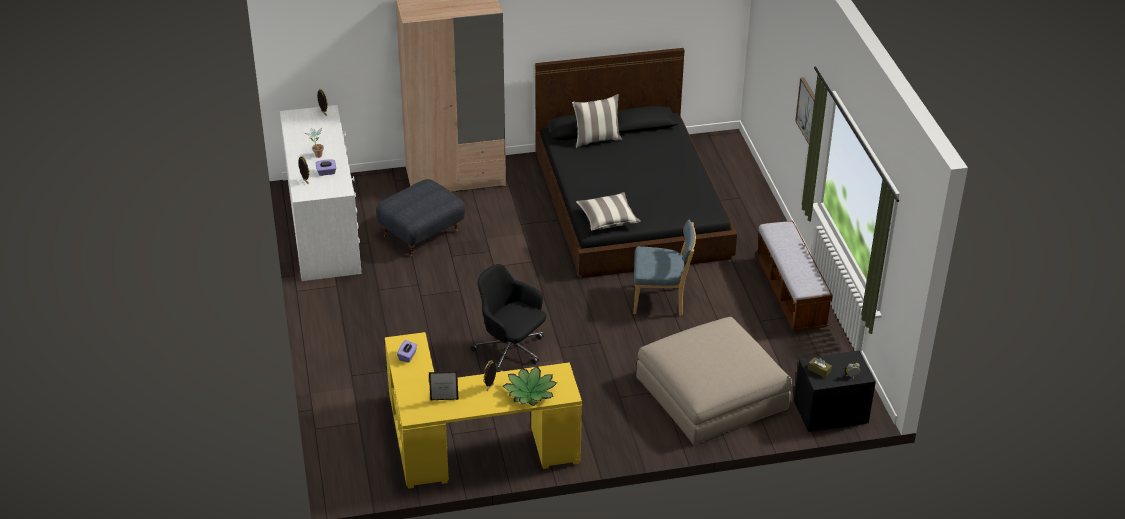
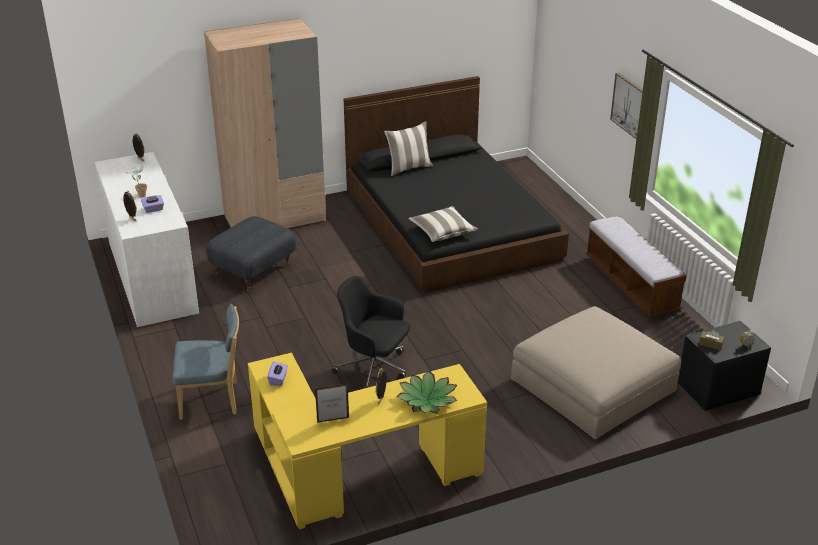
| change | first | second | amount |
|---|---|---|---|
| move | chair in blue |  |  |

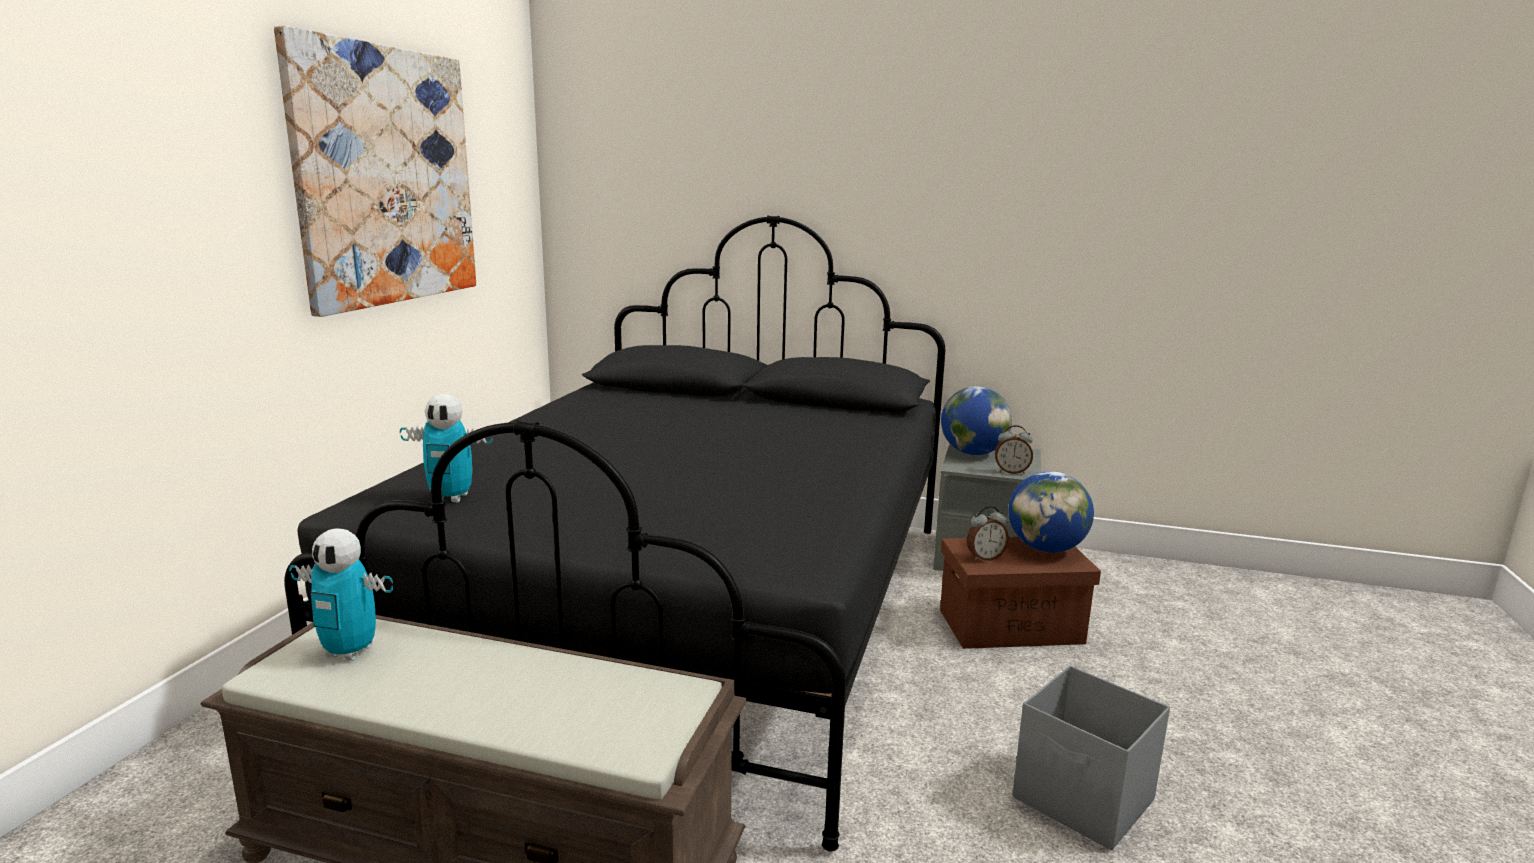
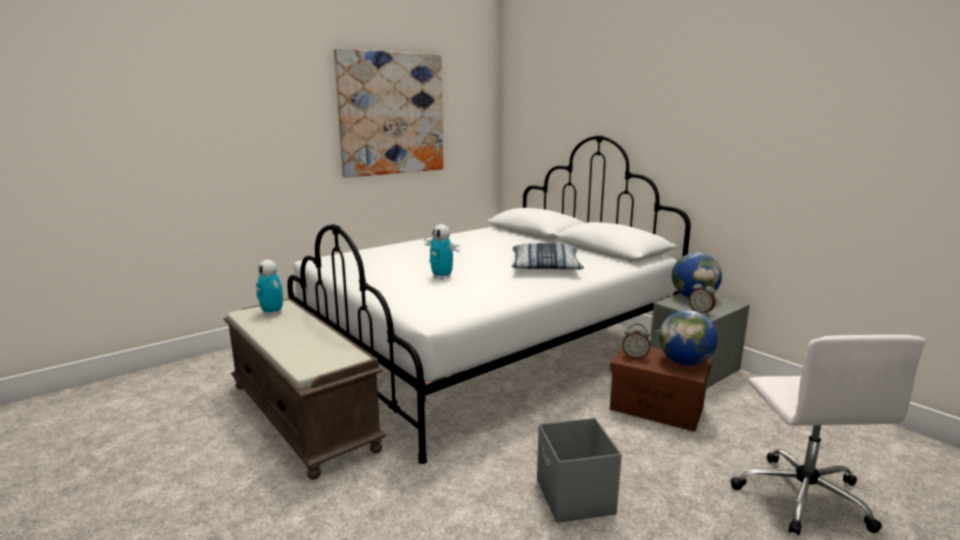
| change | first | second | amount |
|---|---|---|---|
| recolor | bedroom bed in black-coloured | bedroom bed in white |  |
| move | toy robot (2nd from left) |  |  |
| insert |  | pillow |  |
| insert |  | computer chair in white |  |

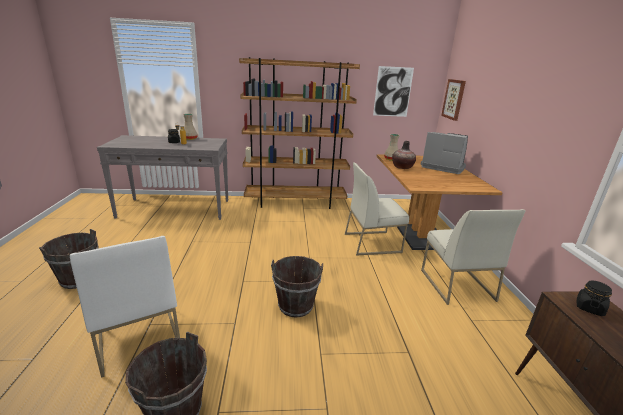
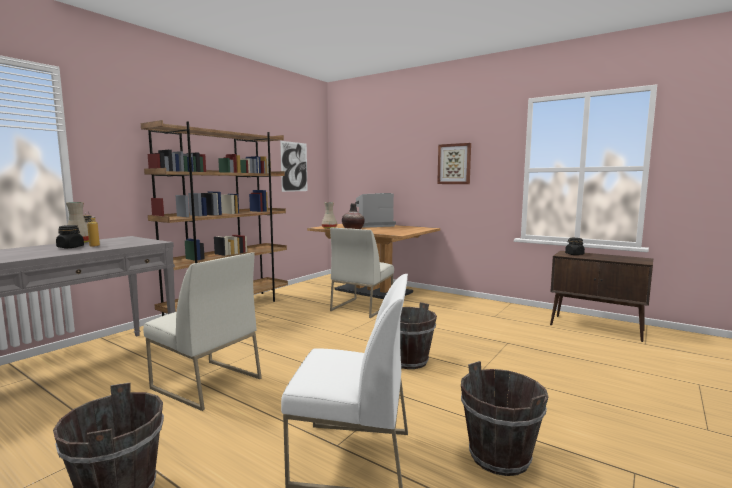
| change | first | second | amount |
|---|---|---|---|
| move | picture (2nd from left) |  |  |
| move | chair in white (3rd from left in the first image) | chair in white (1st from left) |  |

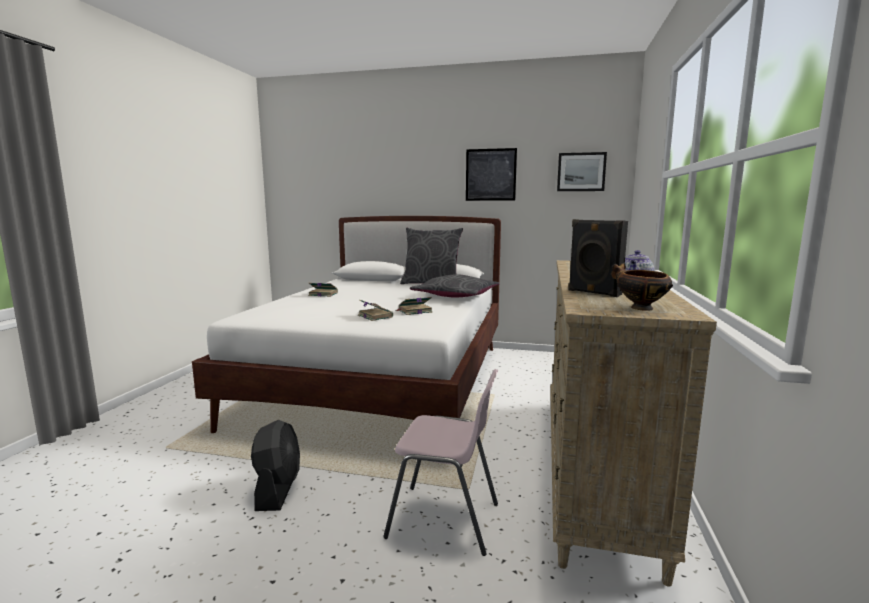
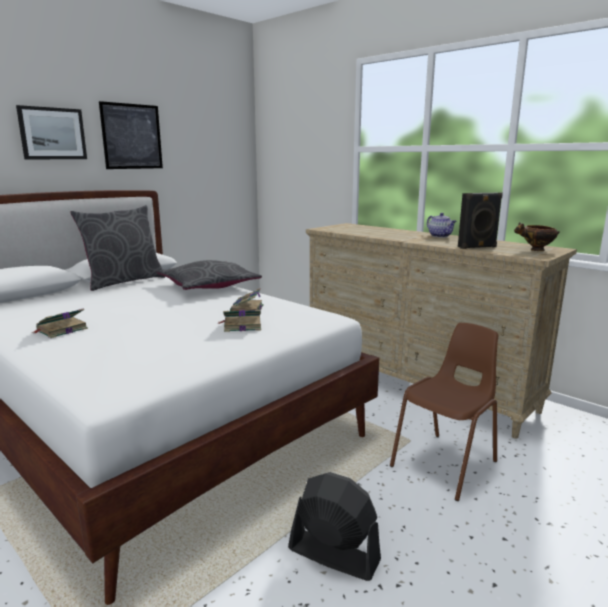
| change | first | second | amount |
|---|---|---|---|
| move | picture (2nd from left in the first image) | picture (1st from left) |  |
| recolor | chair in pink | chair in brownish |  |

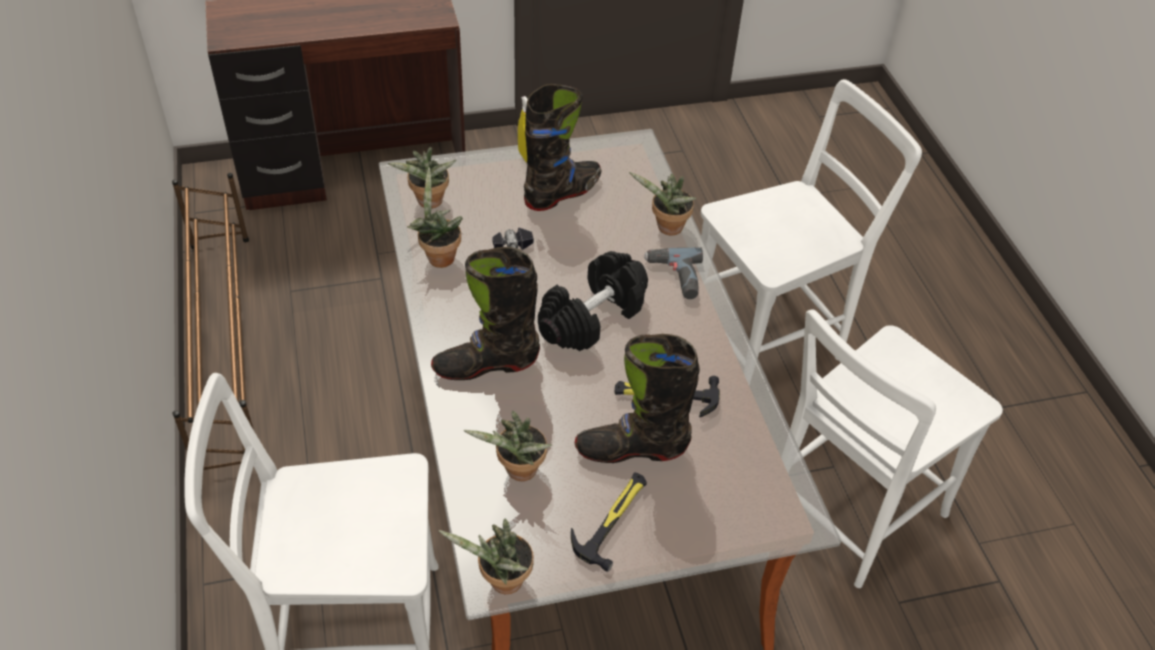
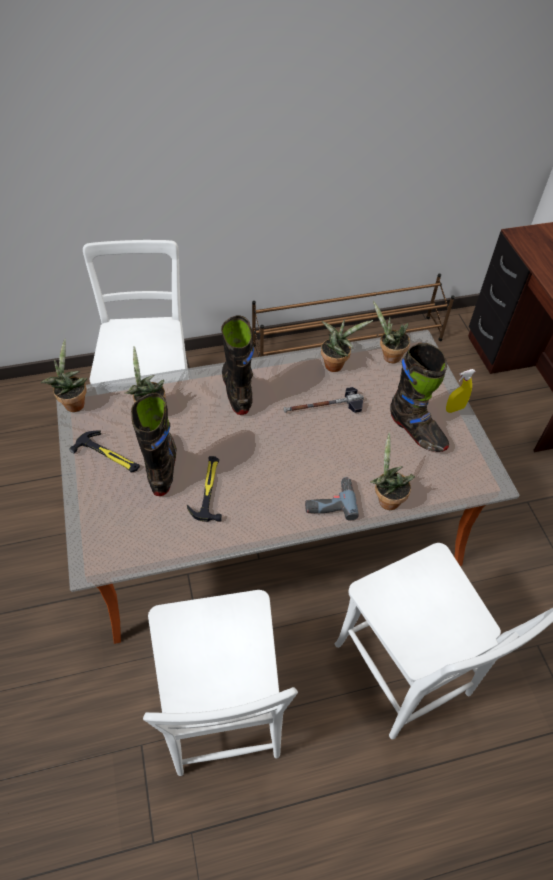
| change | first | second | amount |
|---|---|---|---|
| delete | free weight in black-coloured |  |  |
| rotate | chair in white (3rd from left in the first image) | chair in white (2nd from left) | 150 degrees counterclockwise |

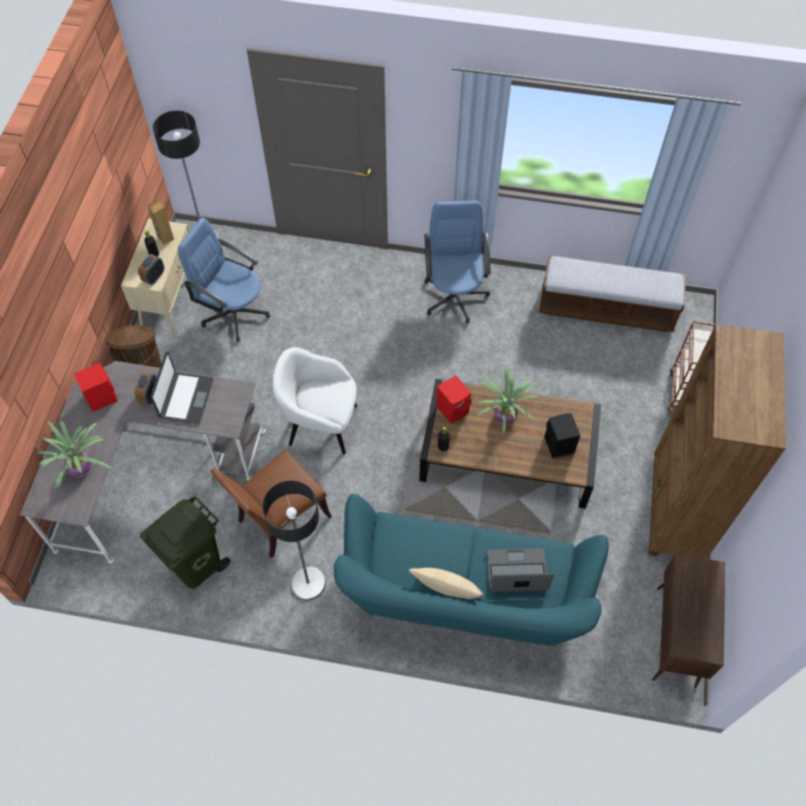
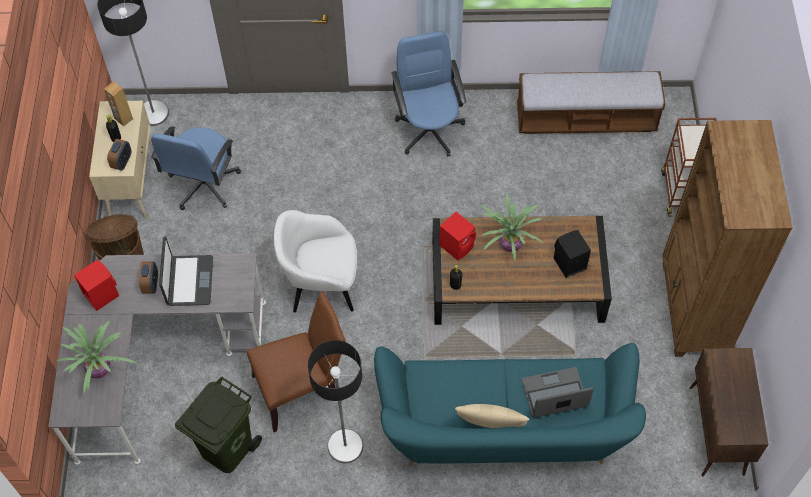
| change | first | second | amount |
|---|---|---|---|
| rotate | computer chair in blue (1st from left) |  | 90 degrees counterclockwise |
| rotate | chair in brownish |  | 150 degrees counterclockwise |

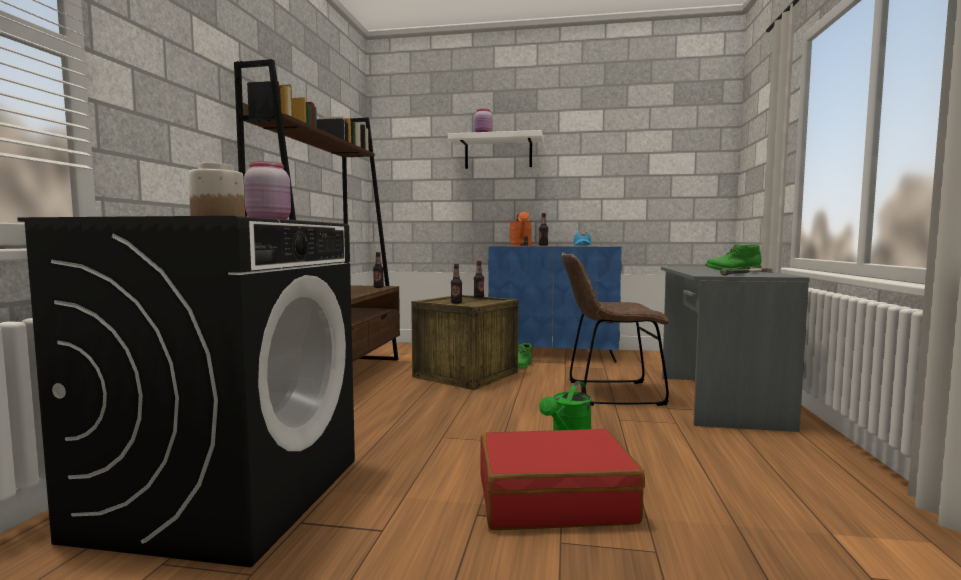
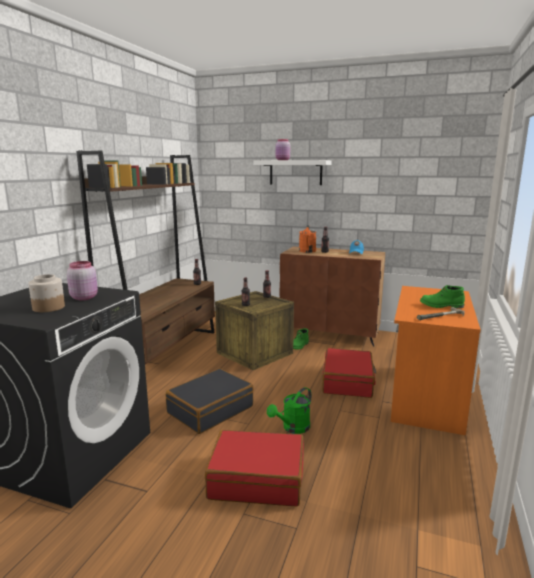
| change | first | second | amount |
|---|---|---|---|
| recolor | cabinet in blue | cabinet in brownish |  |
| replace | chair in brownish | piece of luggage in red (2nd from left) |  |
| recolor | desk table in greyish | desk table in orange-coloured |  |
| insert |  | piece of luggage in black-coloured |  |

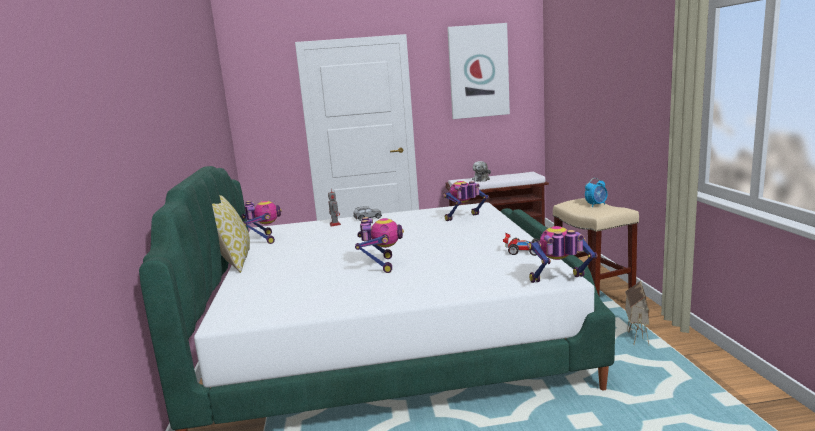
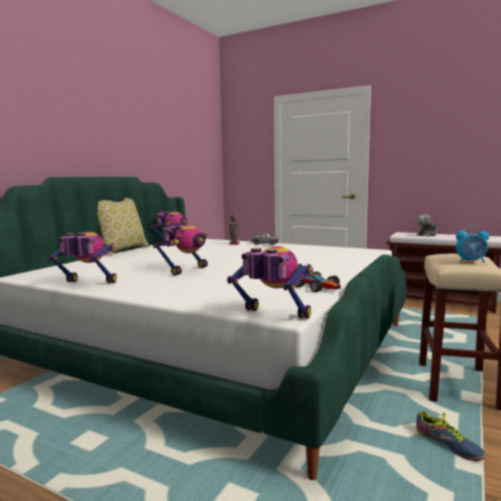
| change | first | second | amount |
|---|---|---|---|
| delete | picture |  |  |
| move | toy robot (4th from left in the first image) | toy robot (1st from left) |  |
| replace | miniature house | item of footwear |  |

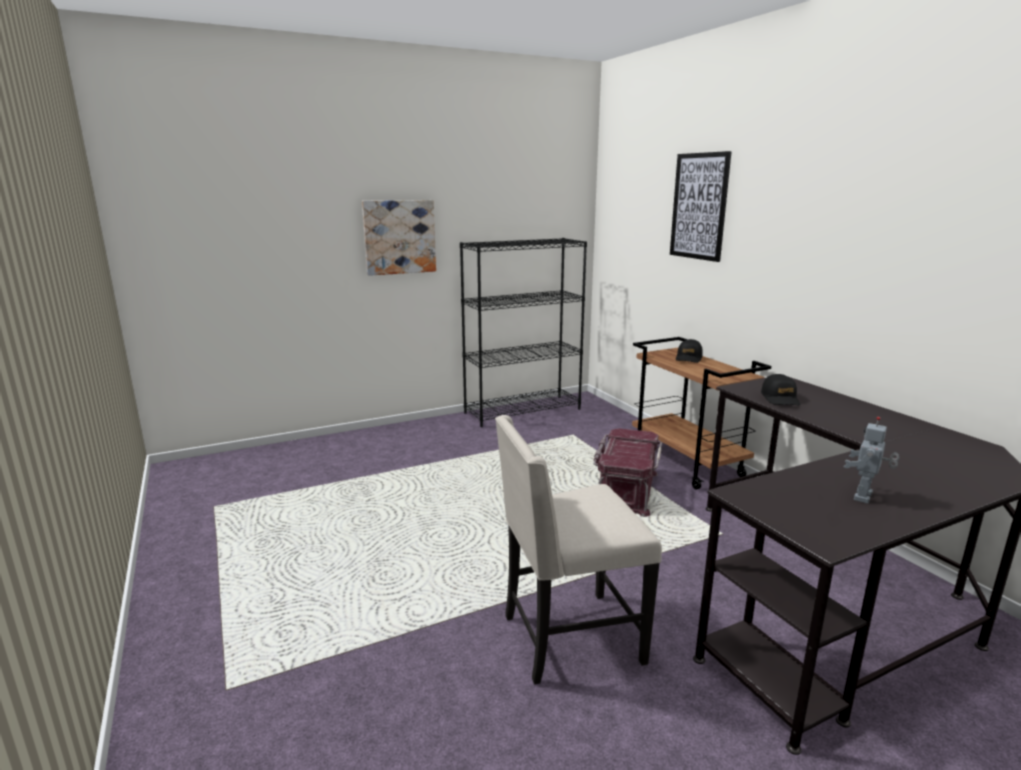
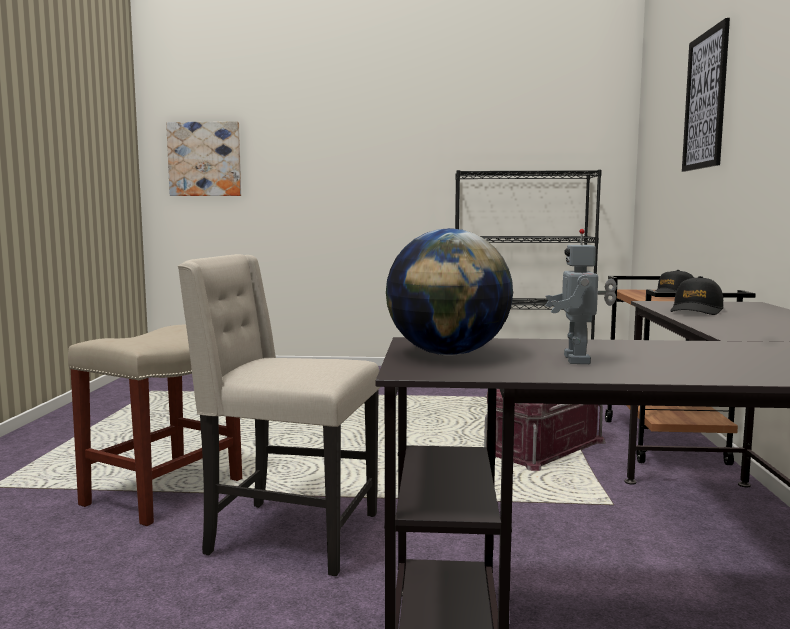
| change | first | second | amount |
|---|---|---|---|
| move | picture (1st from left) |  |  |
| rotate | toy robot |  | 60 degrees counterclockwise |
| insert |  | desk globe |  |
| insert |  | stool seat in beige |  |

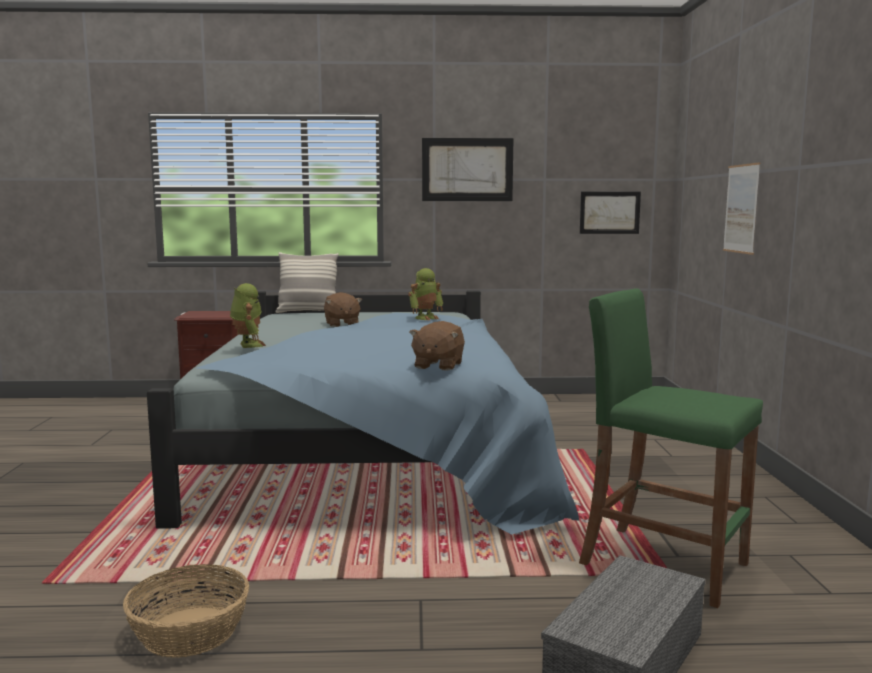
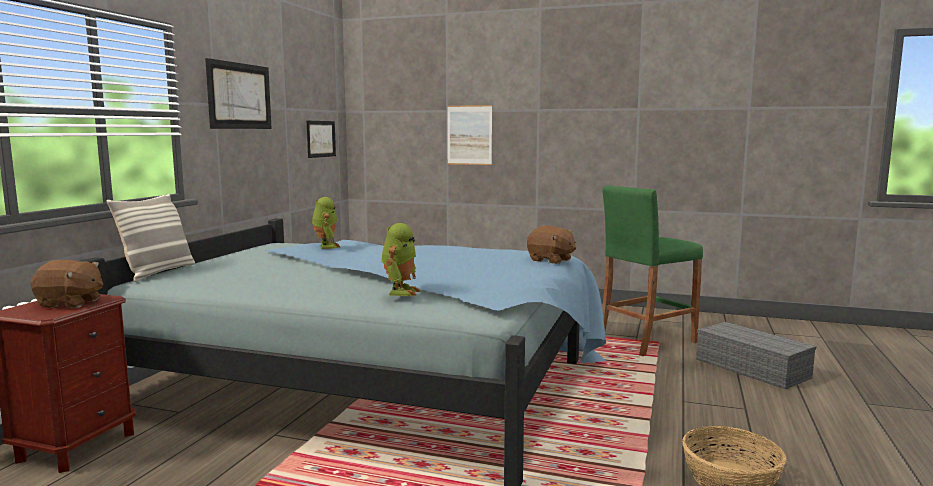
| change | first | second | amount |
|---|---|---|---|
| rotate | toy robot (1st from left in the first image) | toy robot (2nd from left) | 105 degrees clockwise |
| move | cuddly toy in brownish (1st from left) |  |  |

